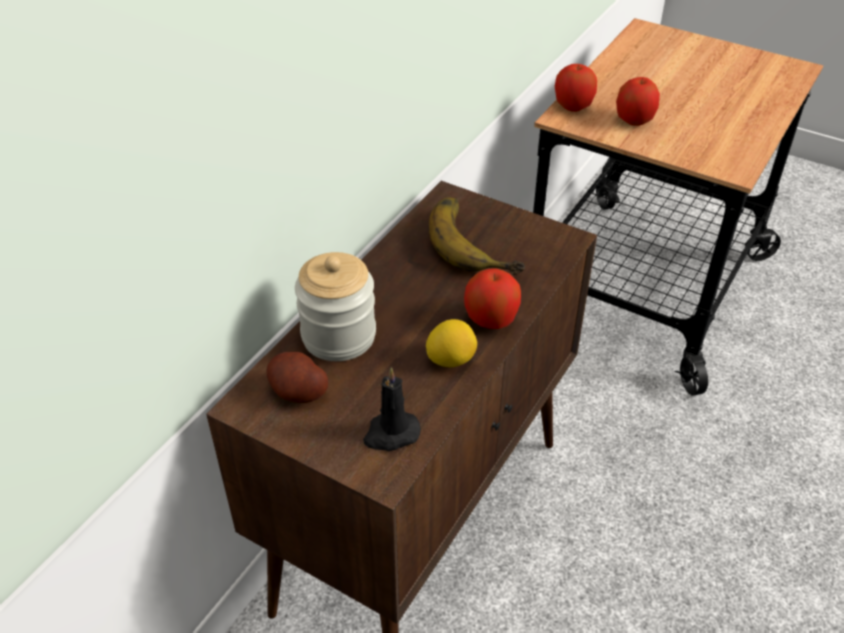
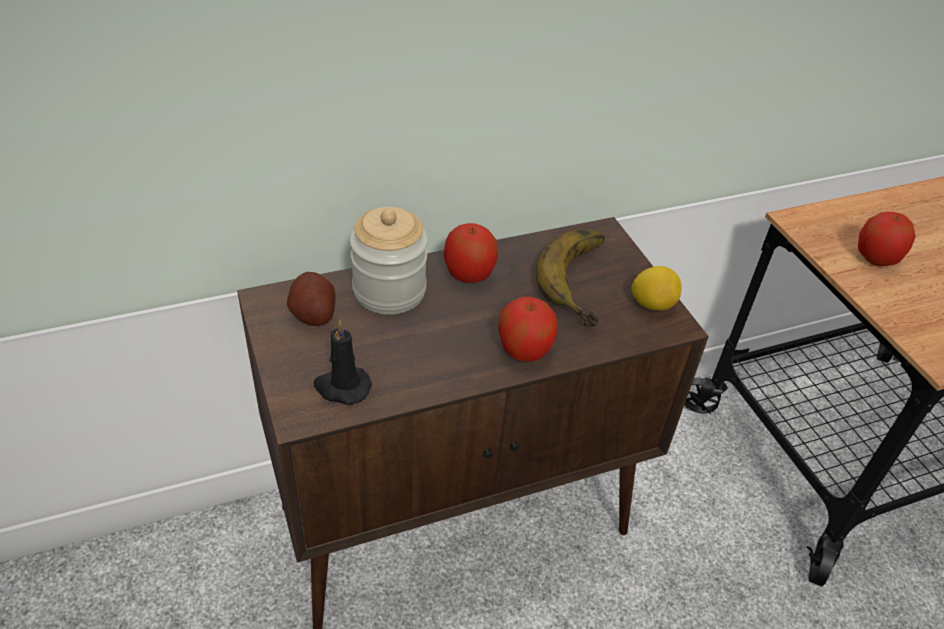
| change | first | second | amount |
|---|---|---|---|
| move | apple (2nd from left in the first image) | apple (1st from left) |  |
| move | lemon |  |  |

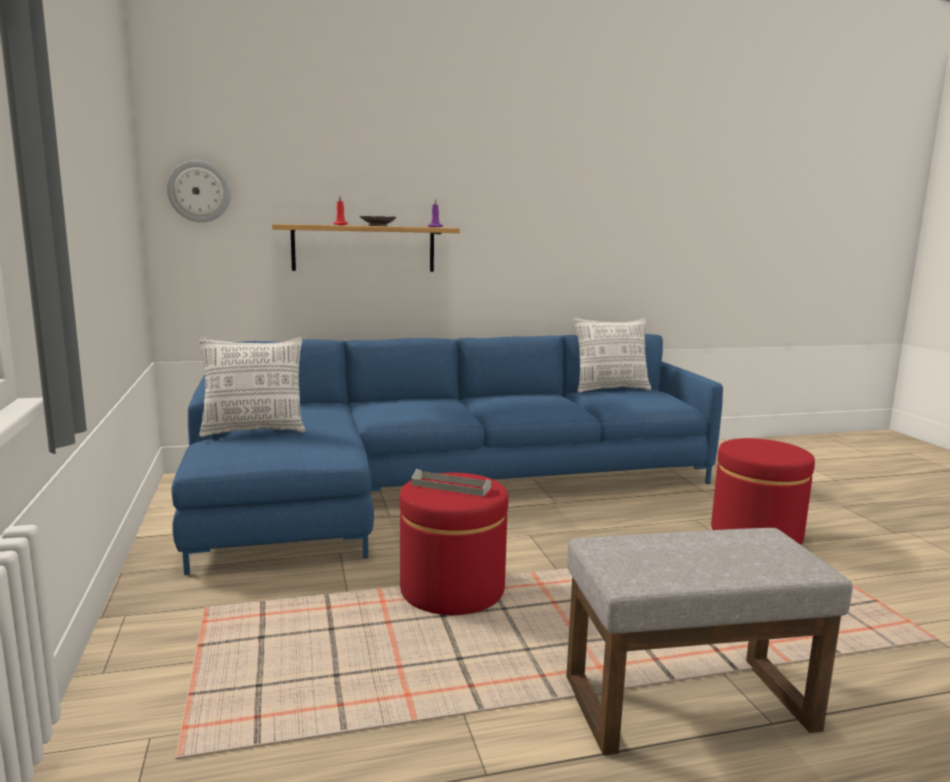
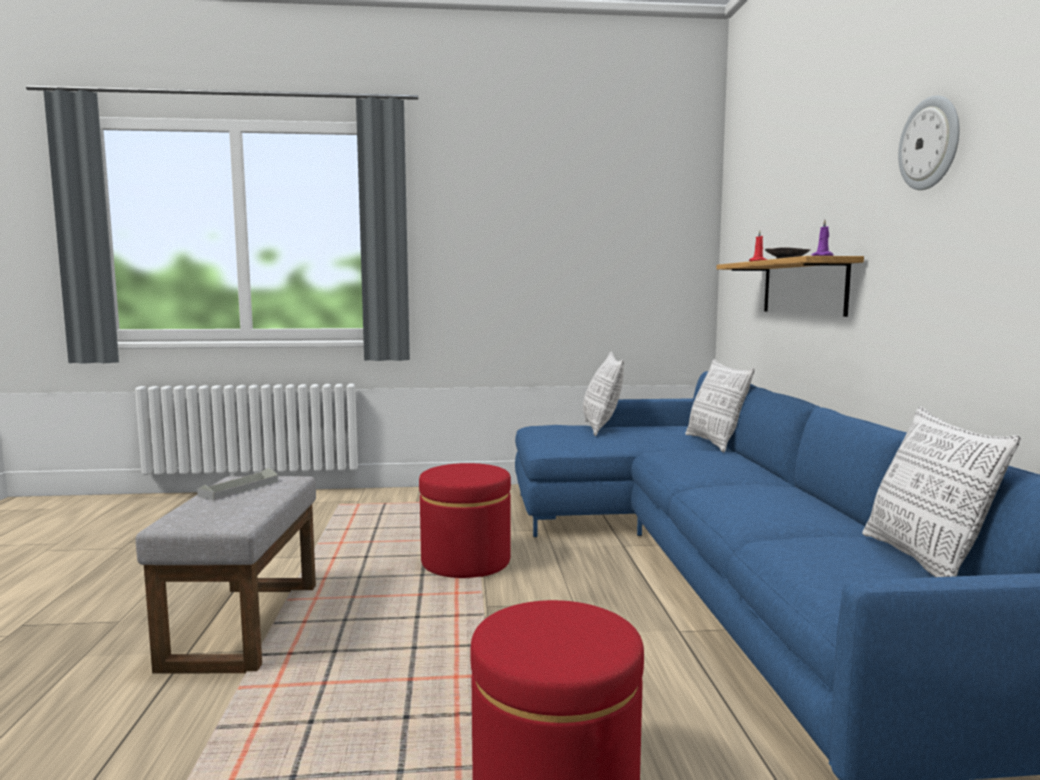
| change | first | second | amount |
|---|---|---|---|
| move | hanging clock |  |  |
| move | carrying tray in greyish |  |  |
| insert |  | pillow (2nd from left) |  |

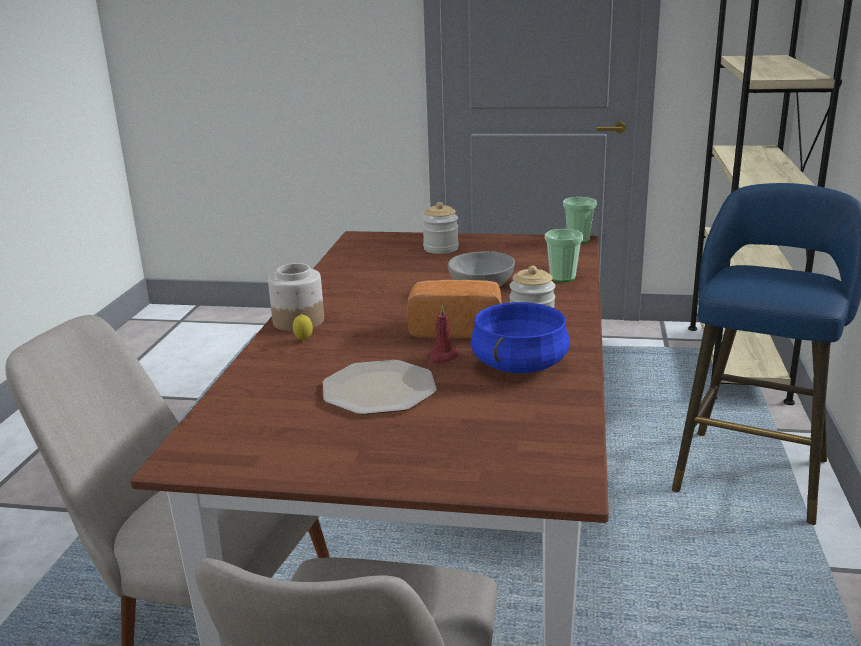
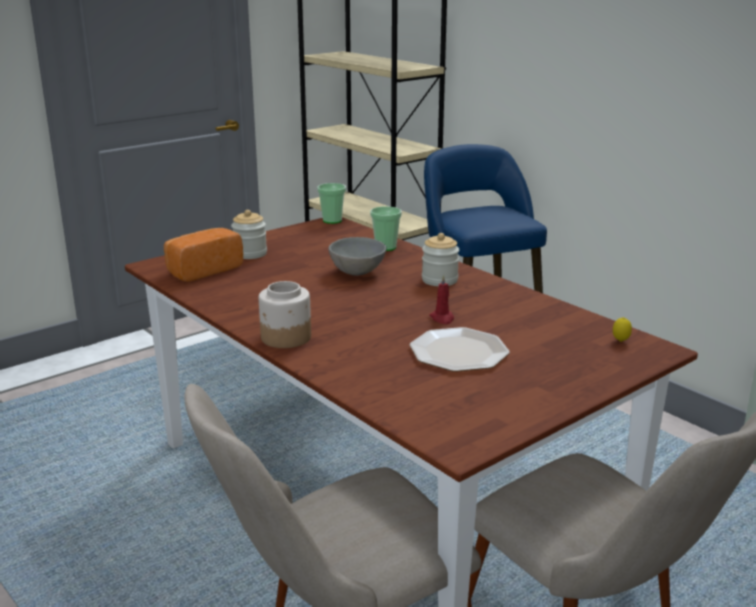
| change | first | second | amount |
|---|---|---|---|
| move | bakery bread |  |  |
| delete | saucepot in blue |  |  |
| move | lemon |  |  |

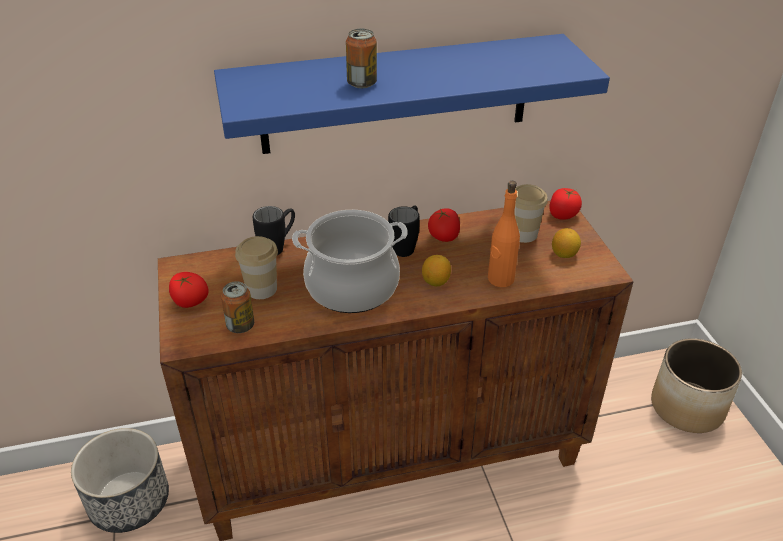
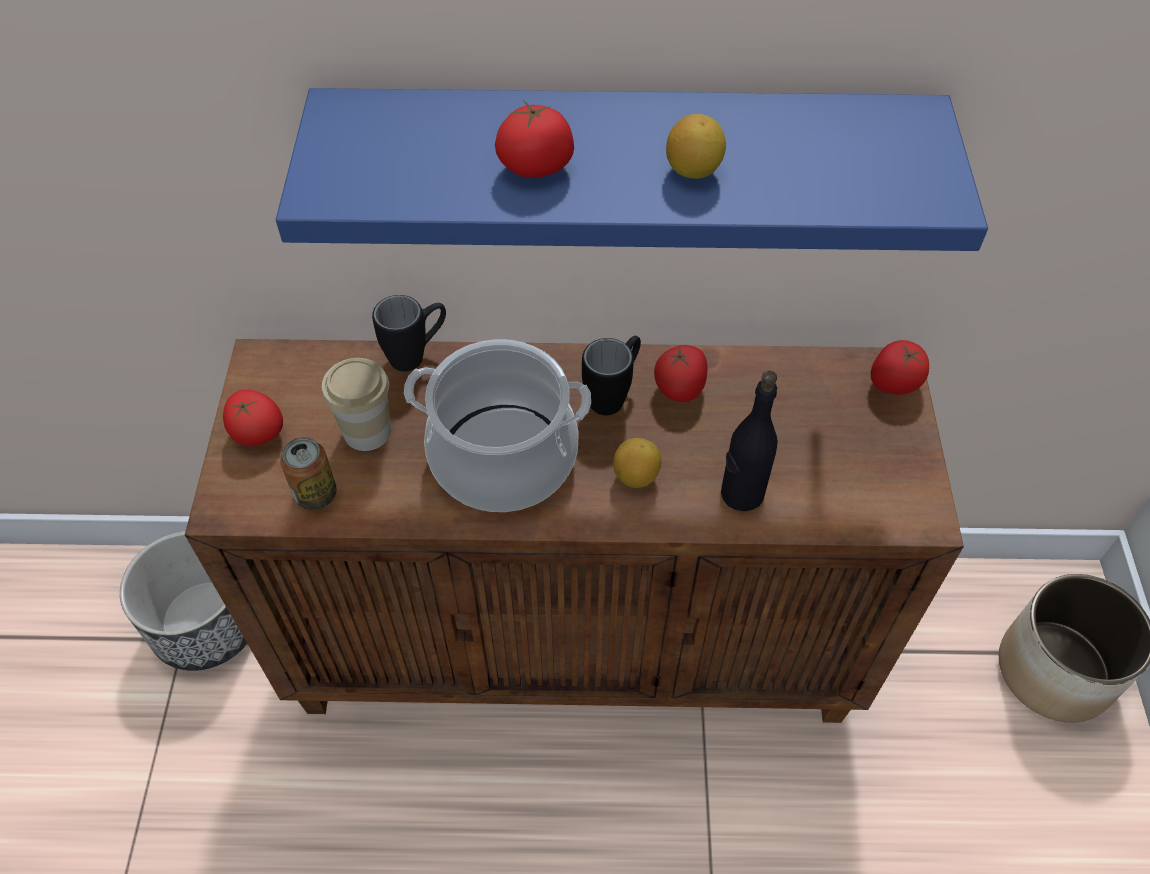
| change | first | second | amount |
|---|---|---|---|
| replace | metal can (2nd from left) | whole tomato (2nd from left) |  |
| recolor | drink bottle in orange-coloured | drink bottle in black-coloured |  |
| delete | cup (2nd from left) |  |  |
| move | lemon (2nd from left) |  |  |

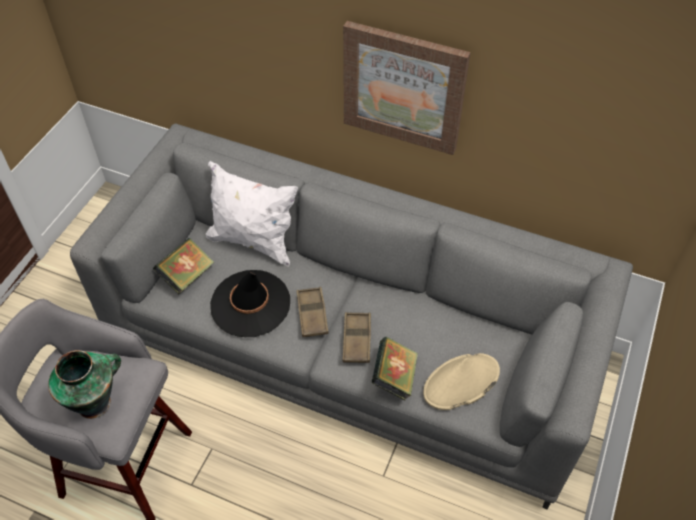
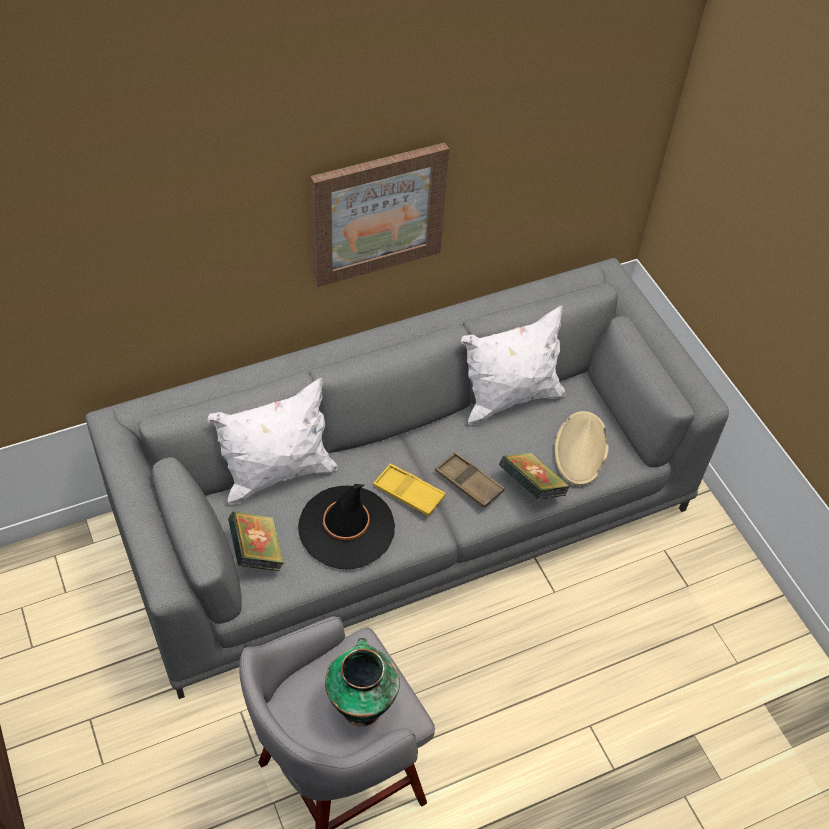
| change | first | second | amount |
|---|---|---|---|
| recolor | carrying tray in brownish (1st from left) | carrying tray in yellow-coloured |  |
| insert |  | pillow in white (2nd from left) |  |

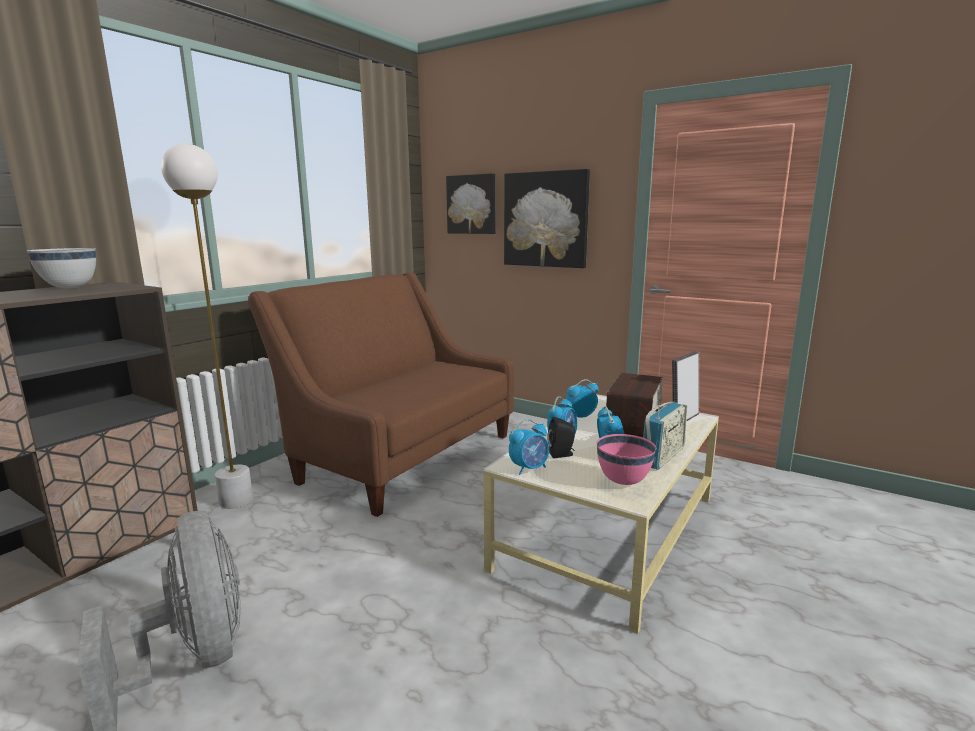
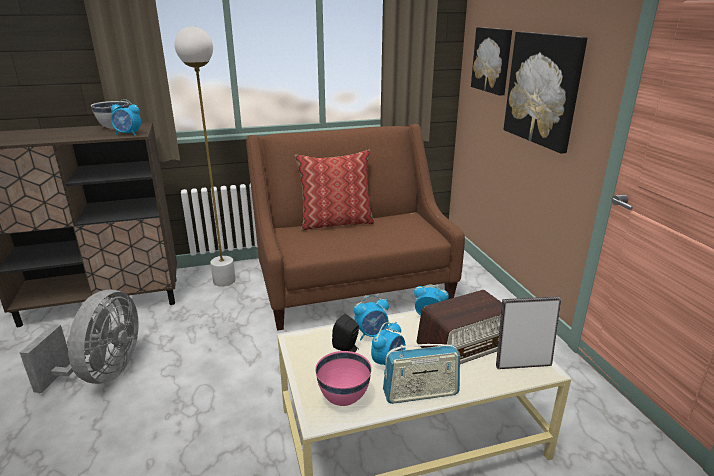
| change | first | second | amount |
|---|---|---|---|
| move | table clock (1st from left) |  |  |
| insert |  | pillow |  |

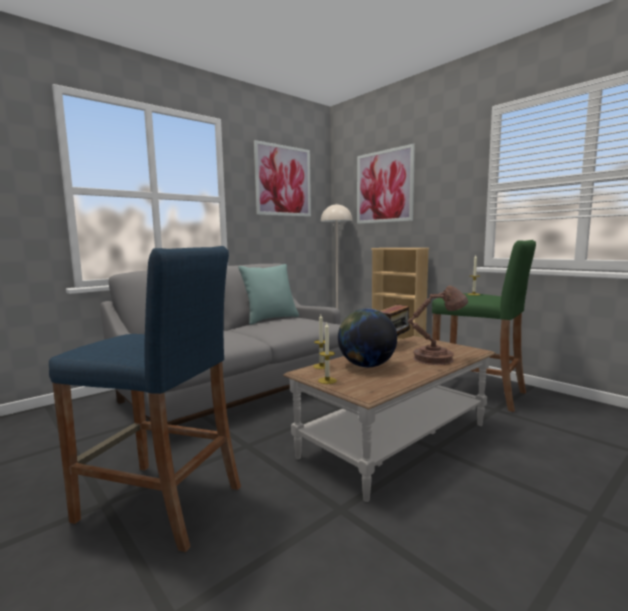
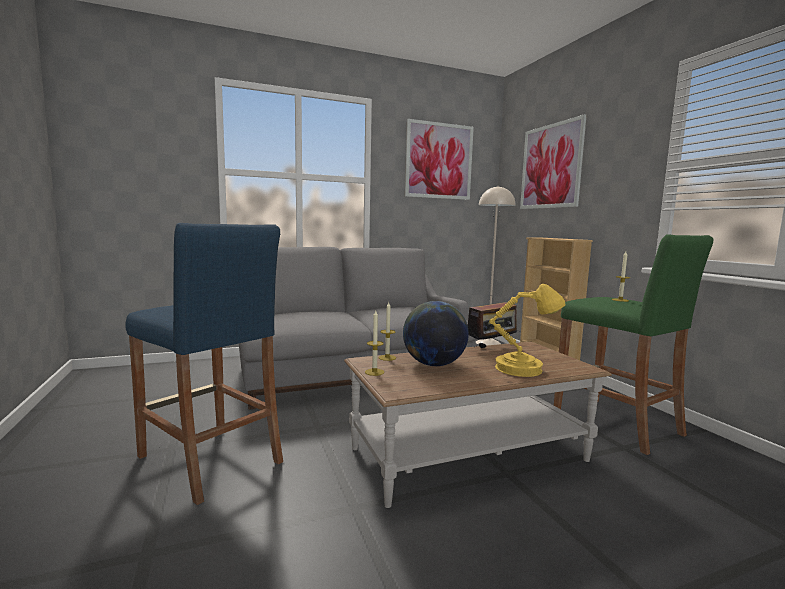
| change | first | second | amount |
|---|---|---|---|
| delete | pillow in turquoise |  |  |
| recolor | lamp for a table in brownish | lamp for a table in yellow-coloured |  |

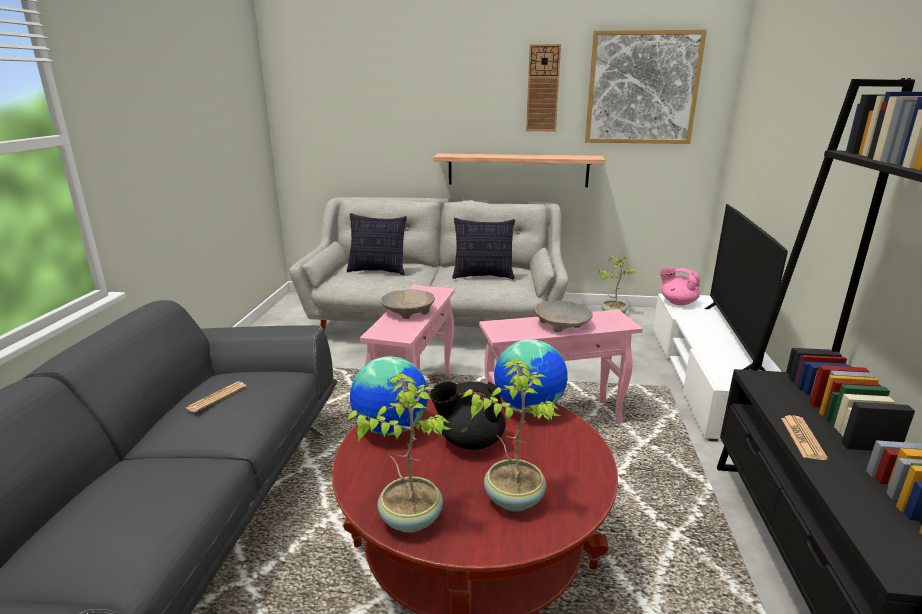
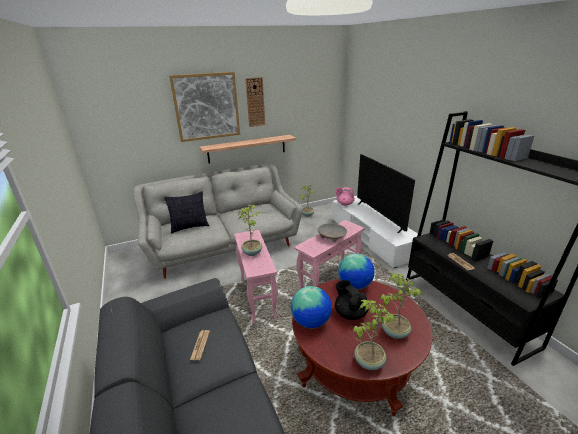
| change | first | second | amount |
|---|---|---|---|
| move | picture |  |  |
| delete | pillow (2nd from left) |  |  |
| replace | deep dish in beige (1st from left) | potted plant (1st from left) |  |
| rotate | teapot in black-coloured |  | 90 degrees clockwise |

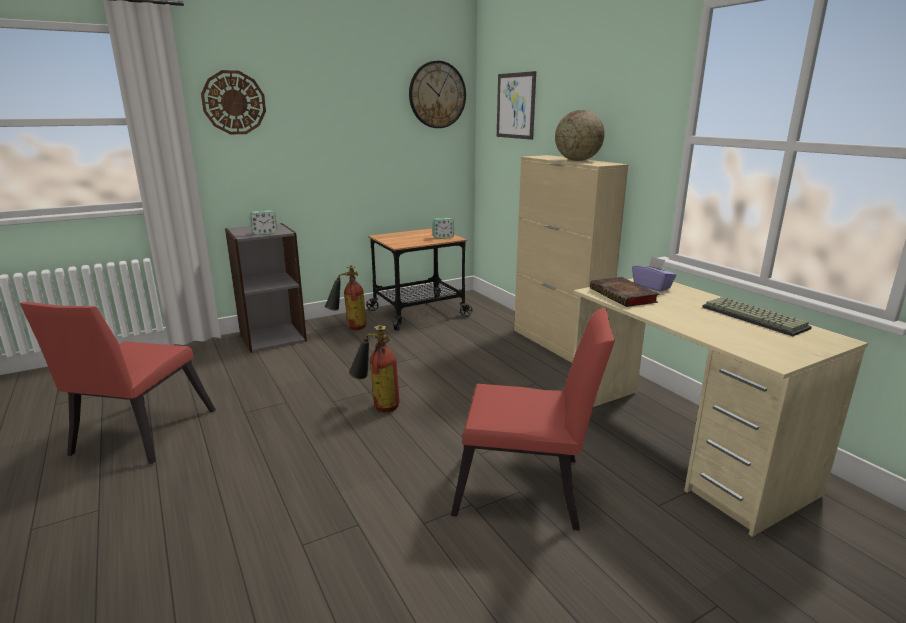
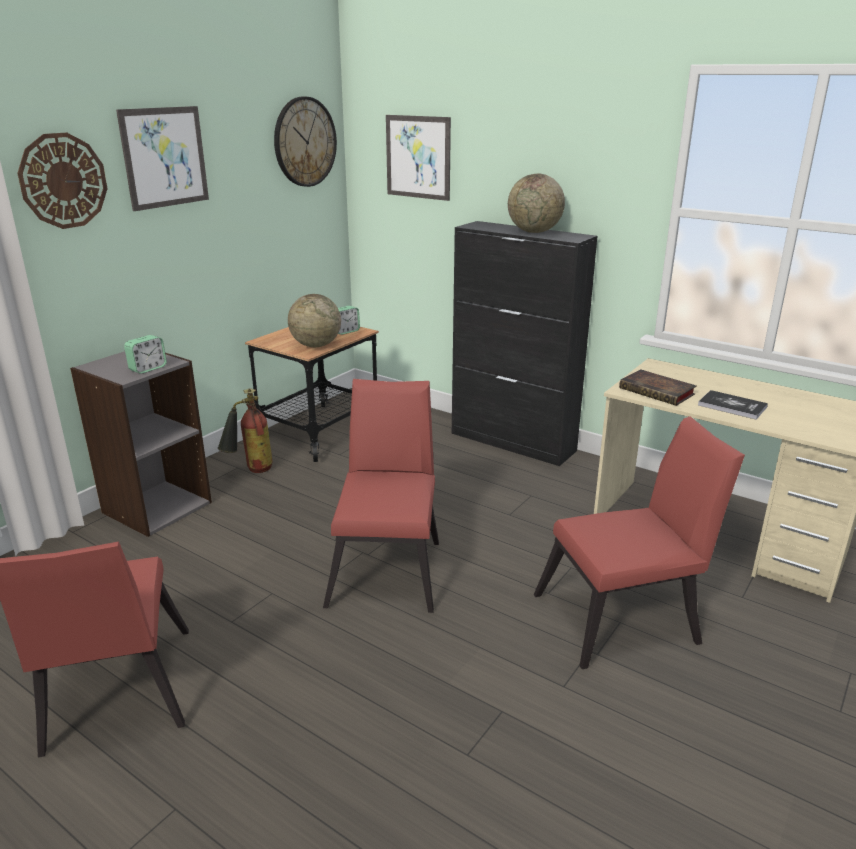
| change | first | second | amount |
|---|---|---|---|
| recolor | cabinet in beige | cabinet in black-coloured |  |
| delete | tissue holder in purple |  |  |
| delete | keyboard |  |  |
| replace | extinguisher (2nd from left) | chair in red (2nd from left) |  |
| insert |  | picture (1st from left) |  |
| insert |  | desk globe (1st from left) |  |
| insert |  | bound book (2nd from left) |  |

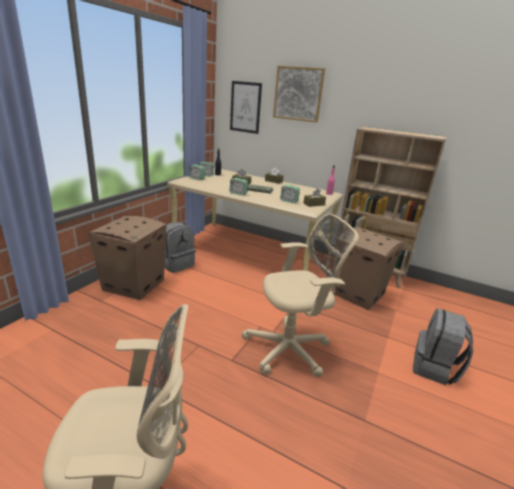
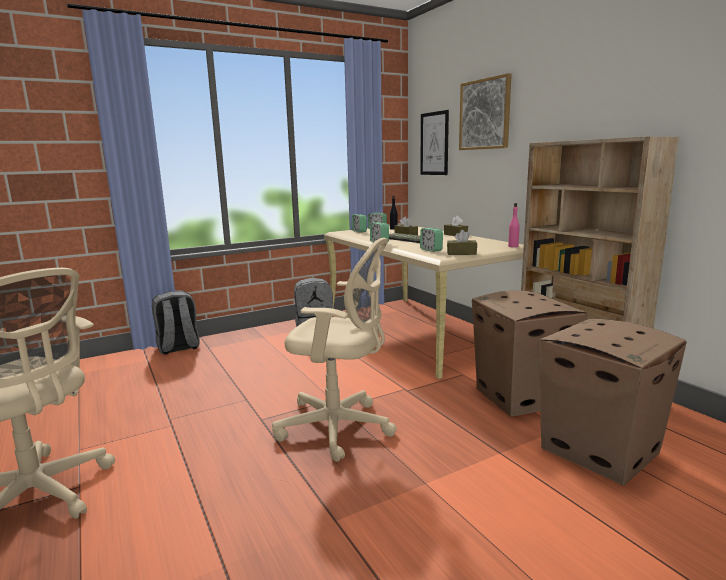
| change | first | second | amount |
|---|---|---|---|
| move | carton (1st from left in the first image) | carton (2nd from left) |  |
| move | knapsack in greyish (2nd from left in the first image) | knapsack in greyish (1st from left) |  |

